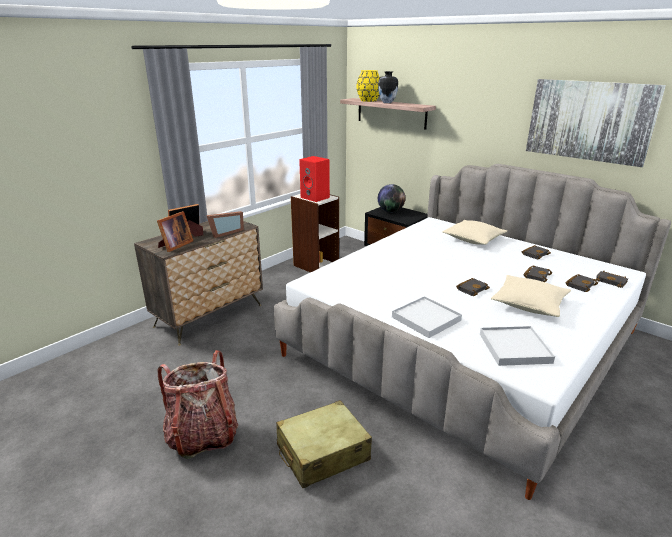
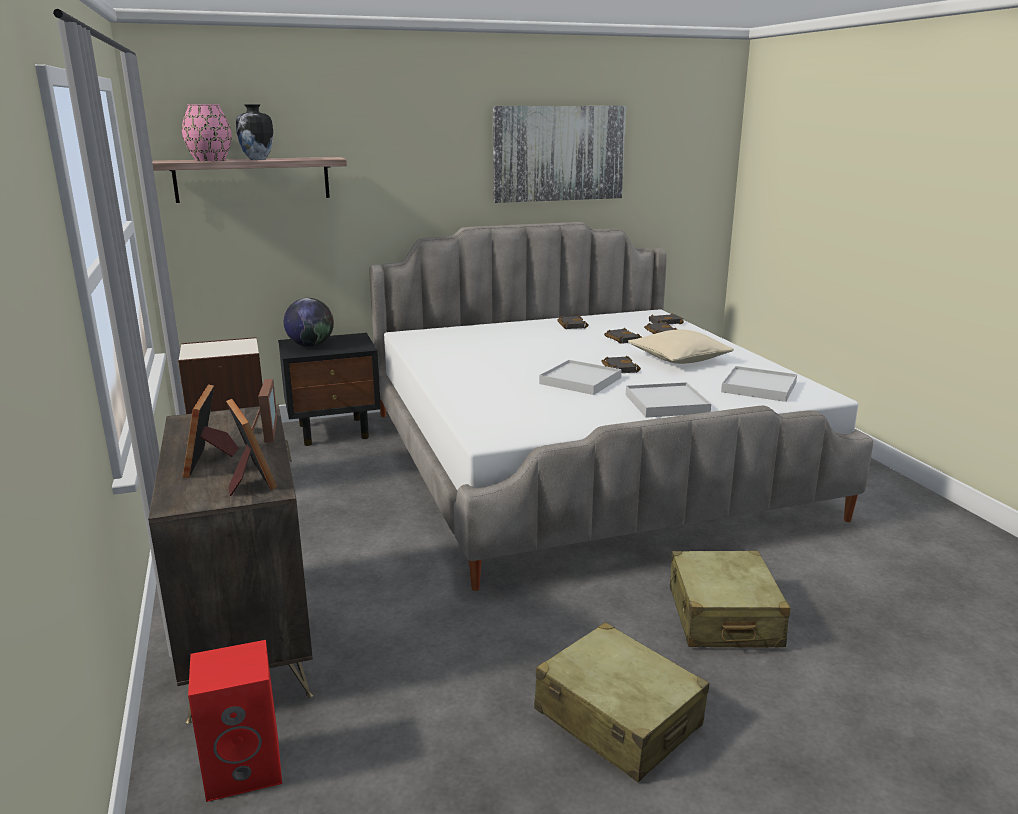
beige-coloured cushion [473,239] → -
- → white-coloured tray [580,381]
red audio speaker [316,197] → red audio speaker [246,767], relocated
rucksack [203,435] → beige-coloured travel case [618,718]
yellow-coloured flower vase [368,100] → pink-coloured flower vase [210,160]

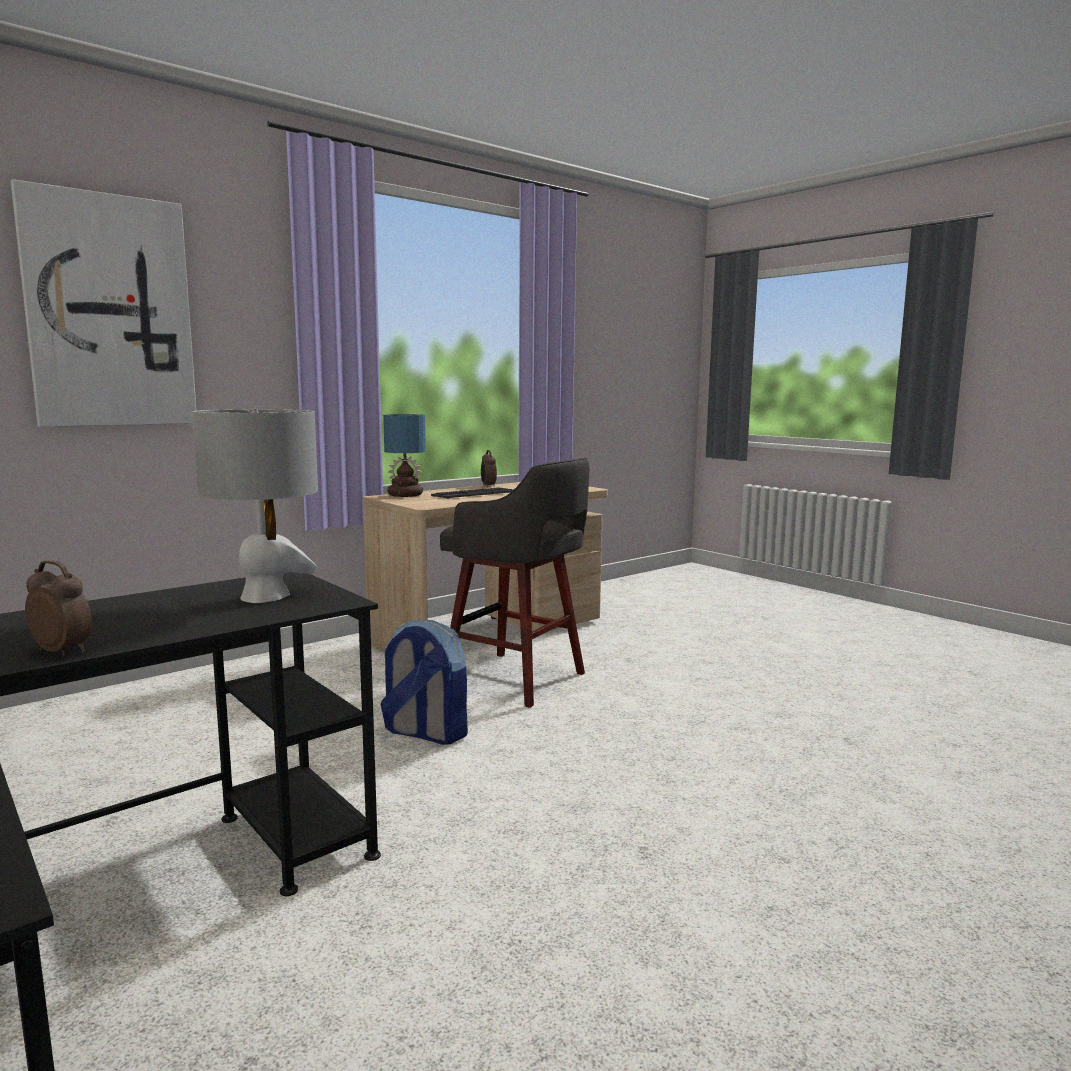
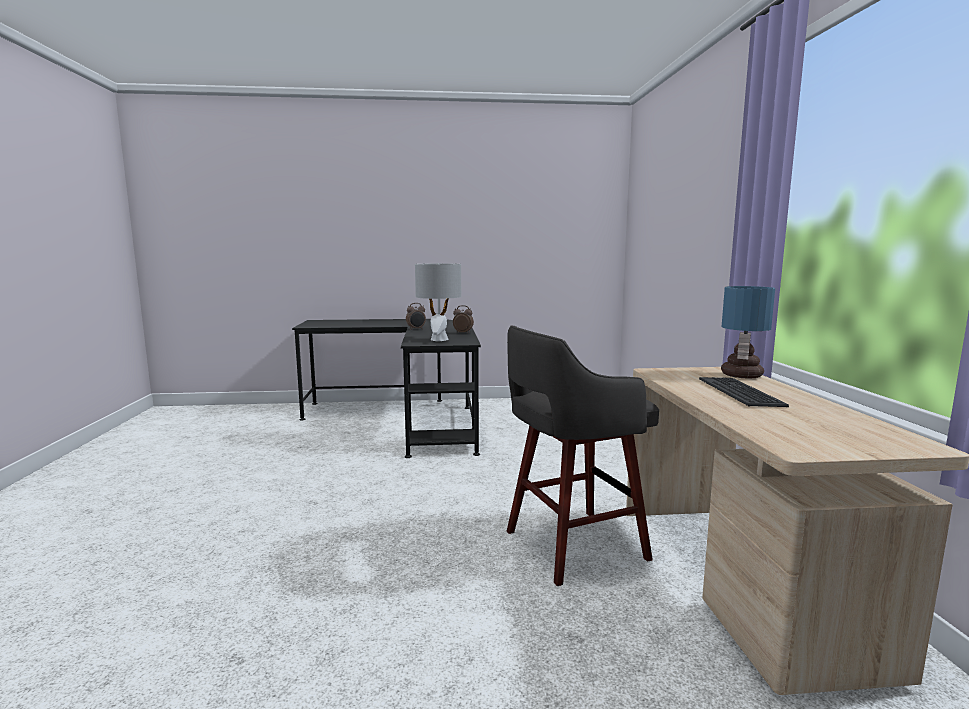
wall art [110,312] → -
rucksack [425,733] → -
alarm clock [488,486] → alarm clock [463,333], relocated

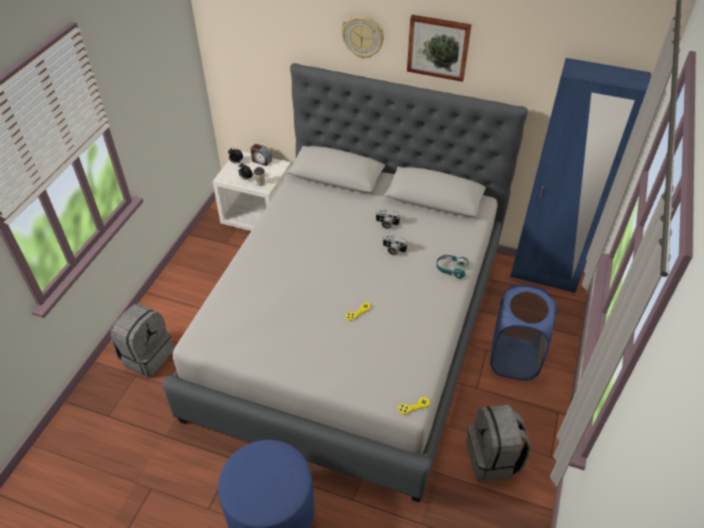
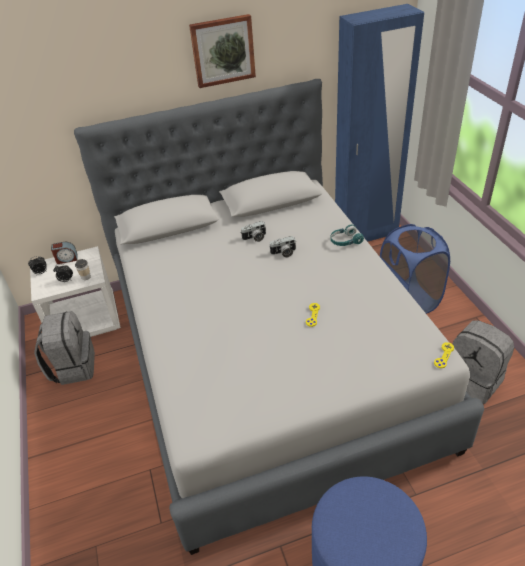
hanging clock [363,36] → -
greyish rucksack [147,355] → greyish rucksack [73,367], relocated

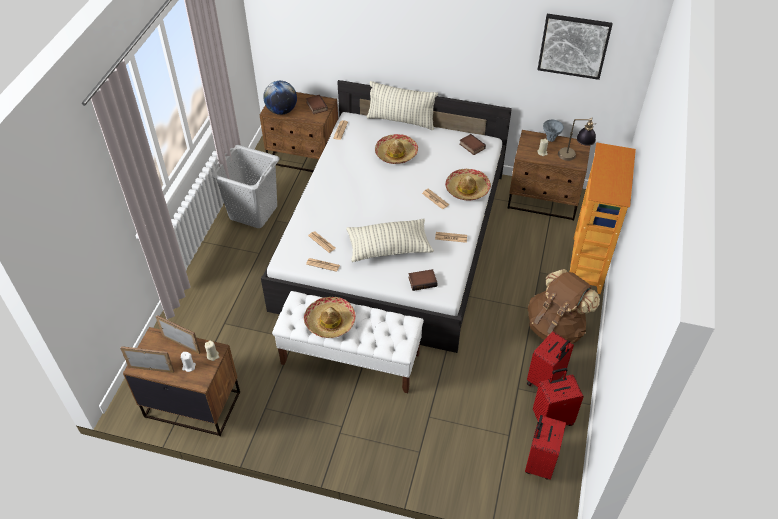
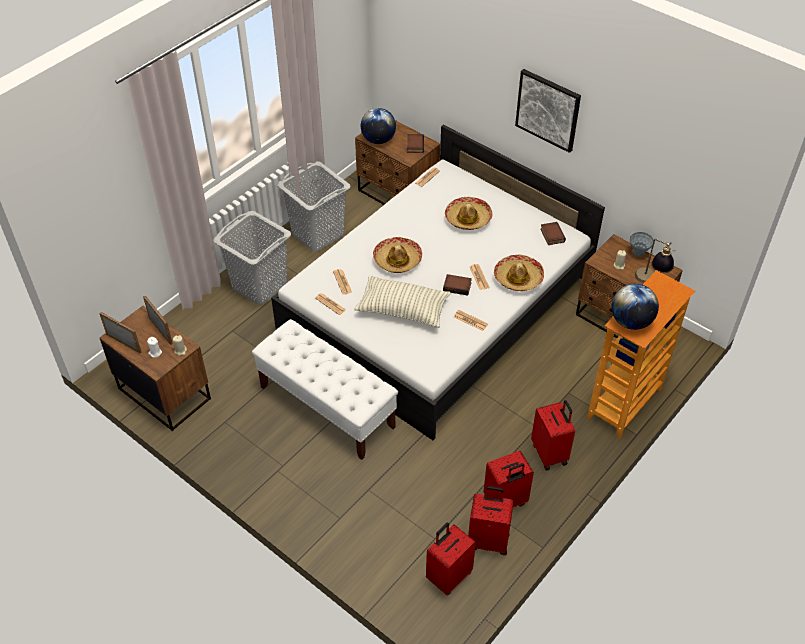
cushion [401,121] → -
- → greyish laundry basket [259,285]
- → world globe [631,321]
clothing hat [330,322] → clothing hat [397,260], relocated
bound book [422,281] → bound book [457,286], relocated
wall art [573,46] → wall art [548,110], relocated
brownish rucksack [556,327] → red travel case [550,453]

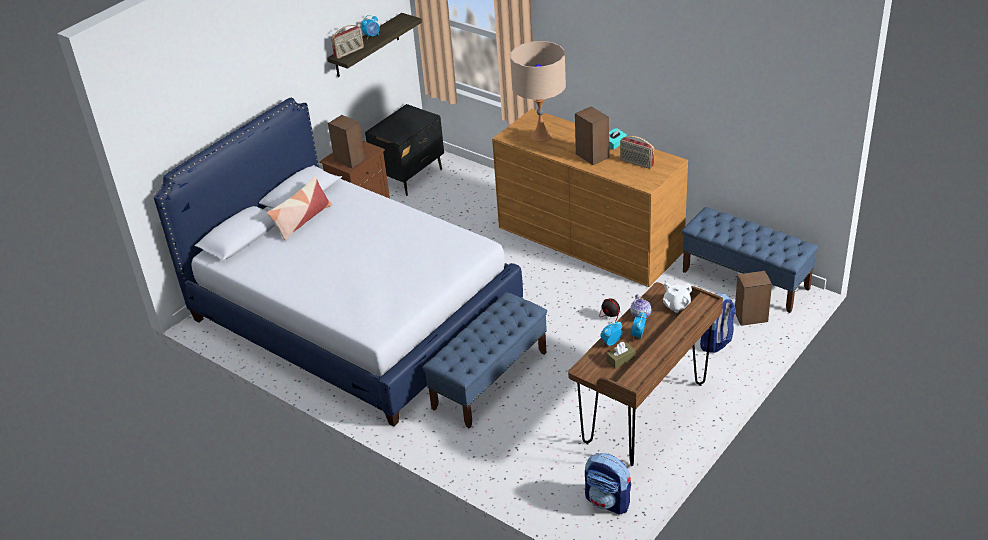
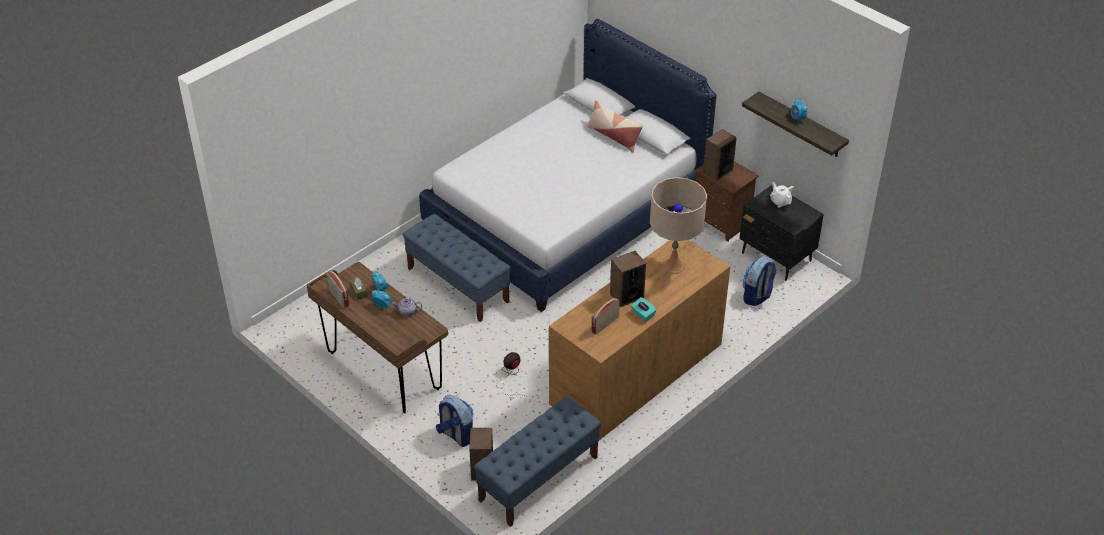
radio set [349,52] → radio set [338,297], relocated
rucksack [608,501] → rucksack [757,296], relocated
white-coloured pot for tea [676,305] → white-coloured pot for tea [780,202], relocated

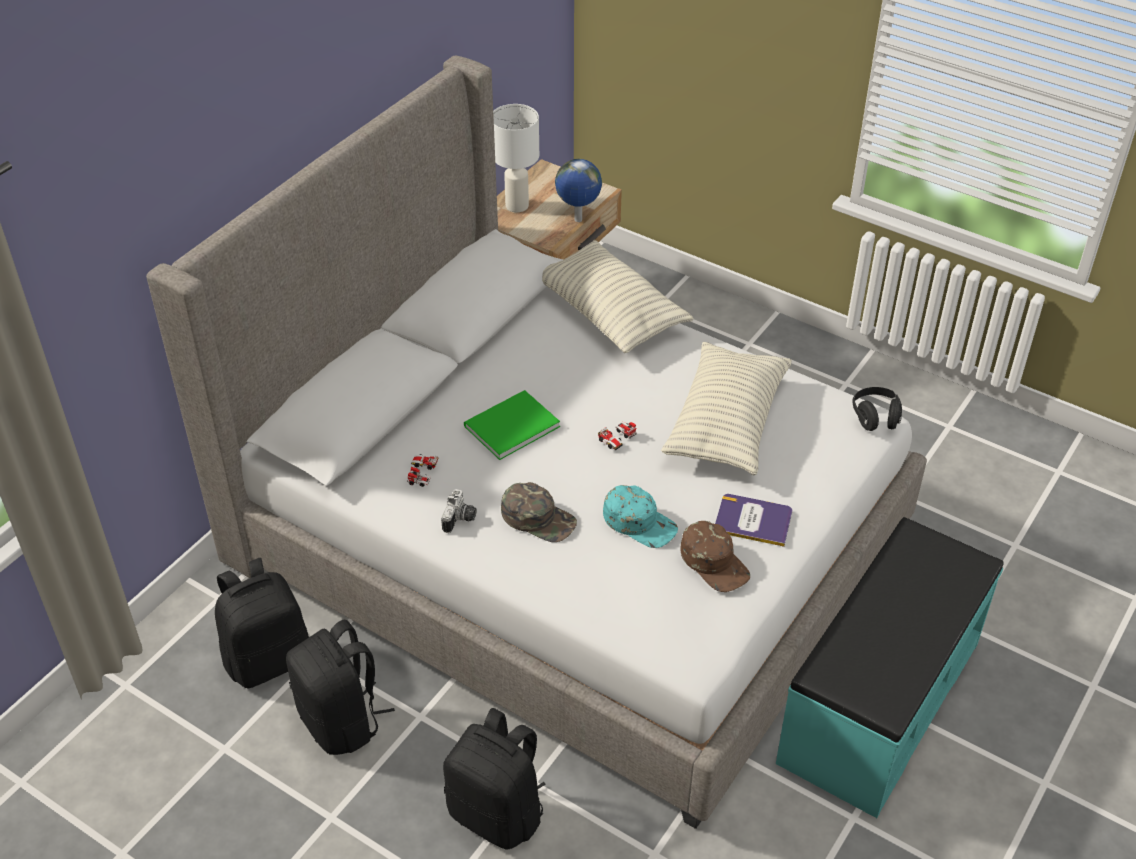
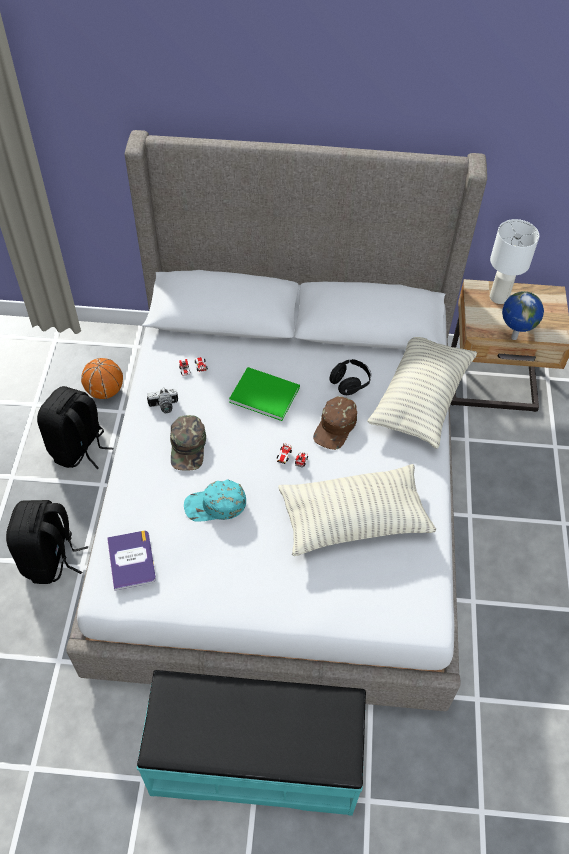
brownish cap [714,562] → brownish cap [335,427], relocated
bound book [753,520] → bound book [131,560], relocated
black pair of headphones [875,418] → black pair of headphones [350,383], relocated
black rucksack [268,658] → basketball ball [105,391]
turquoise-coloured cap [640,522] → turquoise-coloured cap [215,505], 75 degrees clockwise

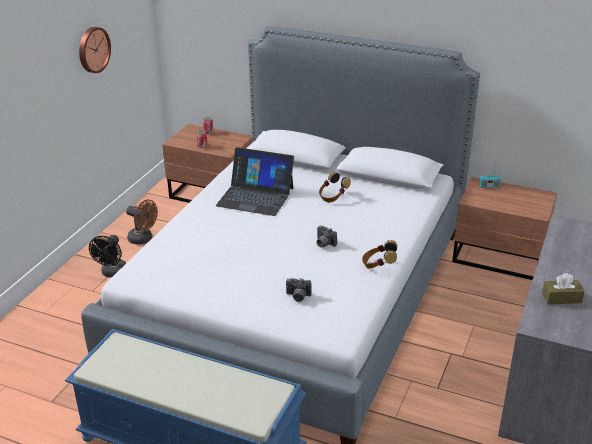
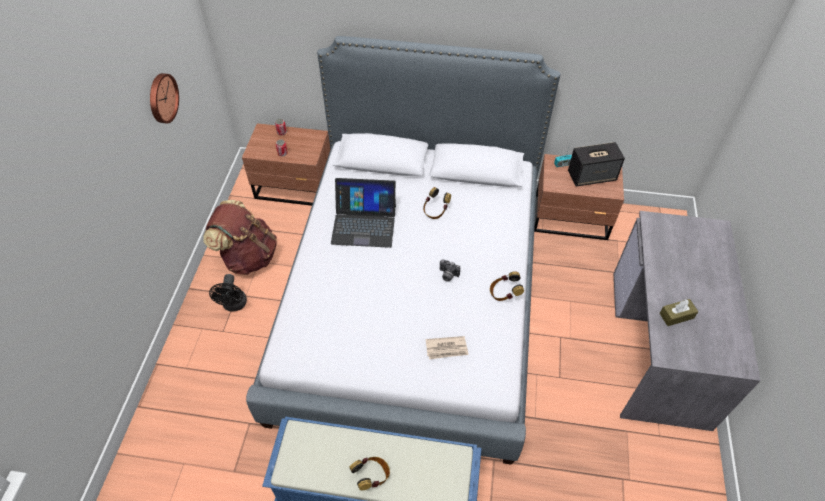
- → pair of headphones [372,476]
- → audio speaker [592,176]
brownish fan [143,239] → brownish rucksack [248,256]
still camera [298,297] → newspaper [447,349]

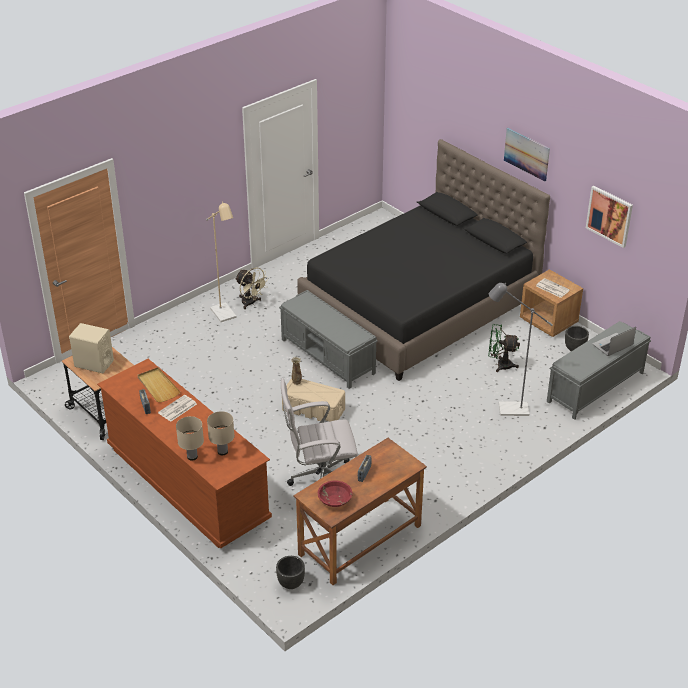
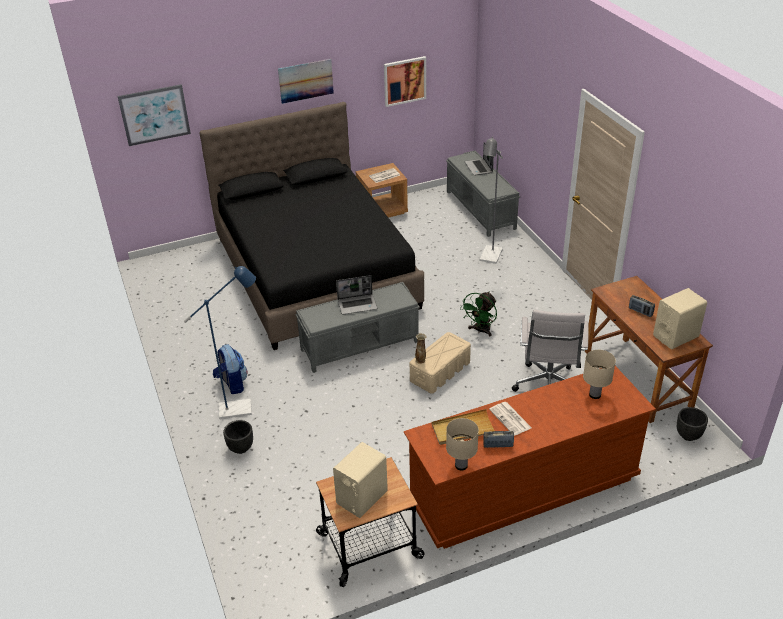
- → wall art [154,115]
- → notebook computer [357,304]
beige-coloured lamp for a table [192,457] → beige-coloured lamp for a table [461,465], relocated
greenish fan [500,365] → greenish fan [480,331], relocated
black planter [574,349] → black planter [240,448], relocated
beige-coloured fan [251,303] → rucksack [232,384]
red bowl [335,500] → beige-coloured audio speaker [676,336]
beige-coloured standard lamp [225,316] → blue-coloured standard lamp [242,408]

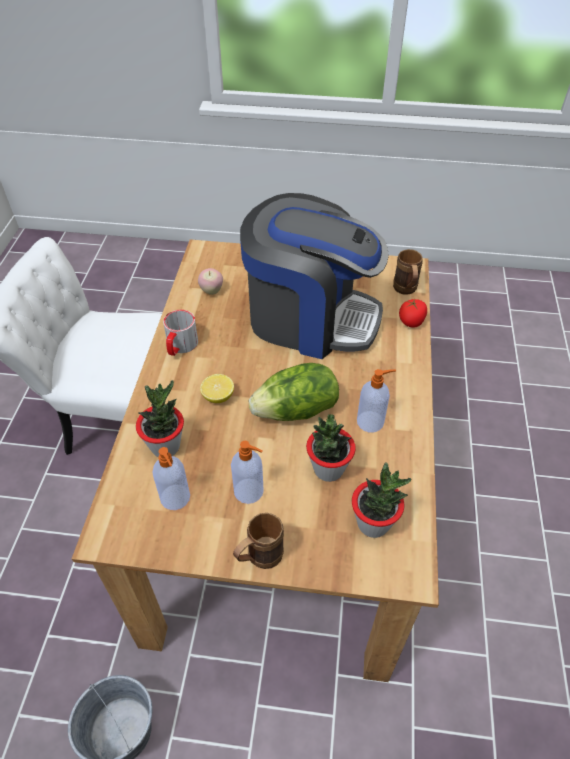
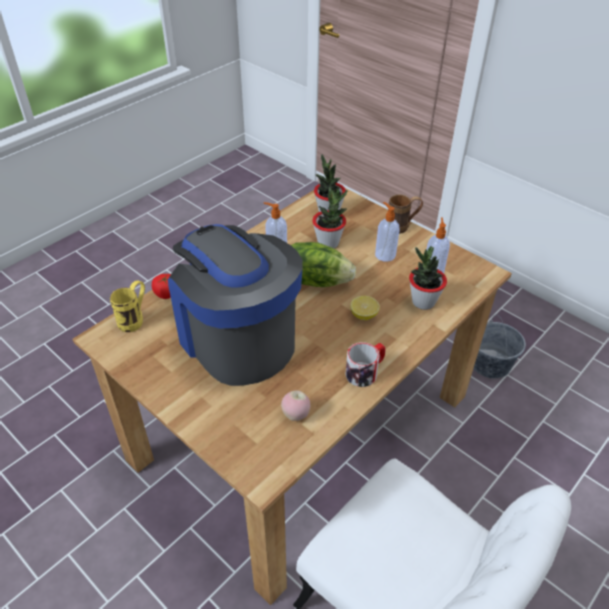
brownish mug [405,291] → yellow-coloured mug [135,319]

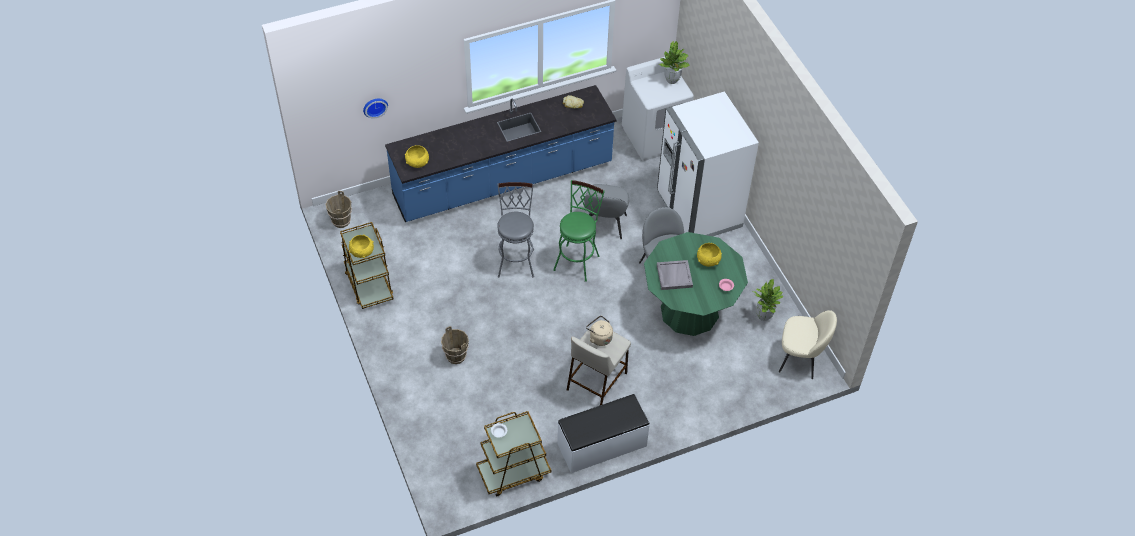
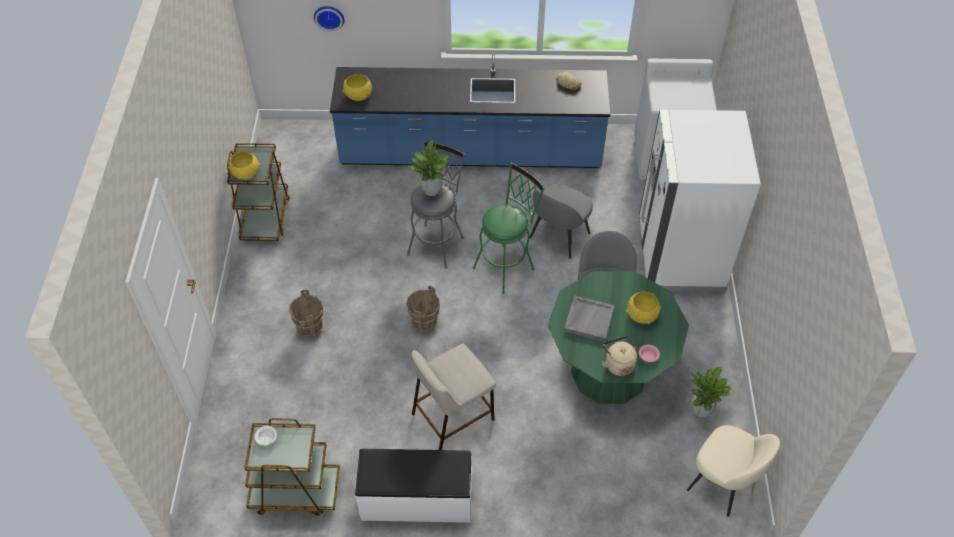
brownish water bucket [341,221] → brownish water bucket [424,323], relocated
beige-coloured water kettle [599,337] → beige-coloured water kettle [618,363], relocated
houseplant [672,80] → houseplant [431,191], relocated

